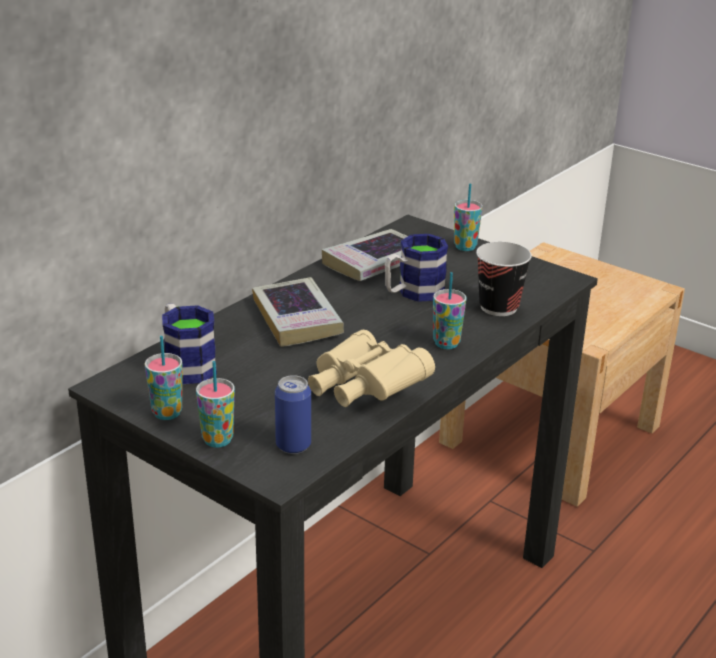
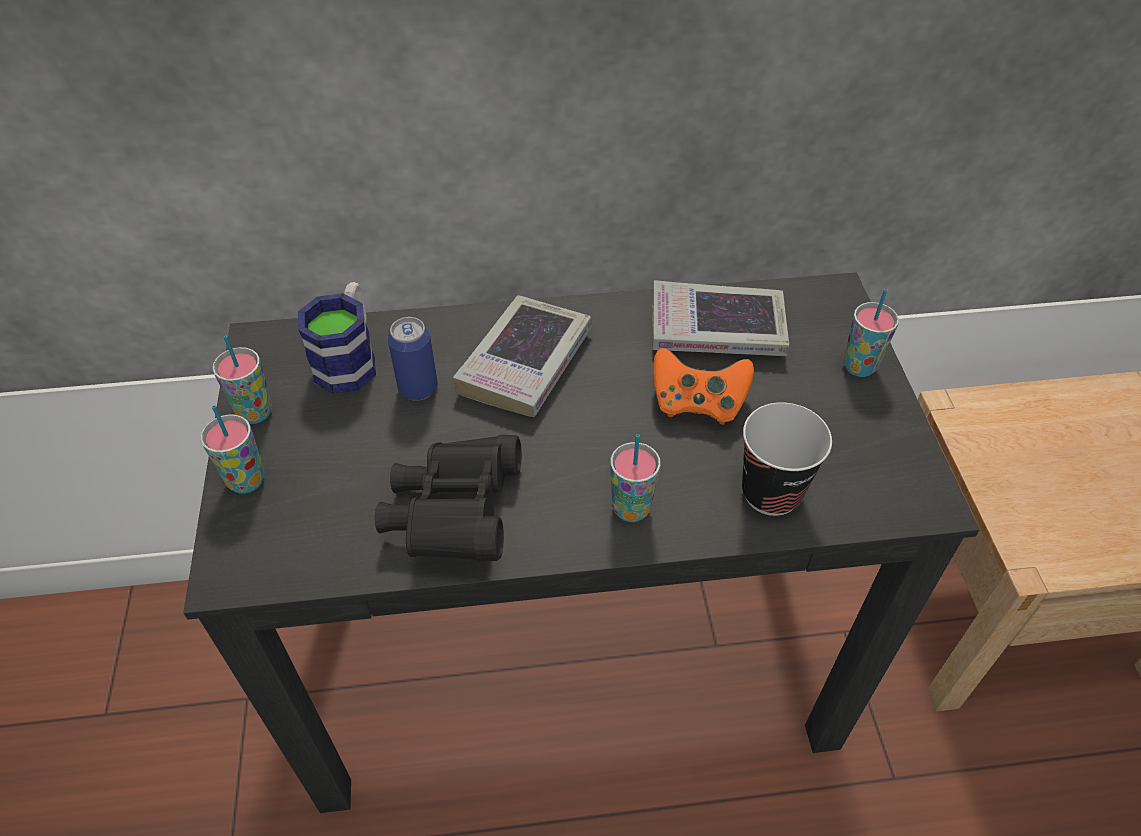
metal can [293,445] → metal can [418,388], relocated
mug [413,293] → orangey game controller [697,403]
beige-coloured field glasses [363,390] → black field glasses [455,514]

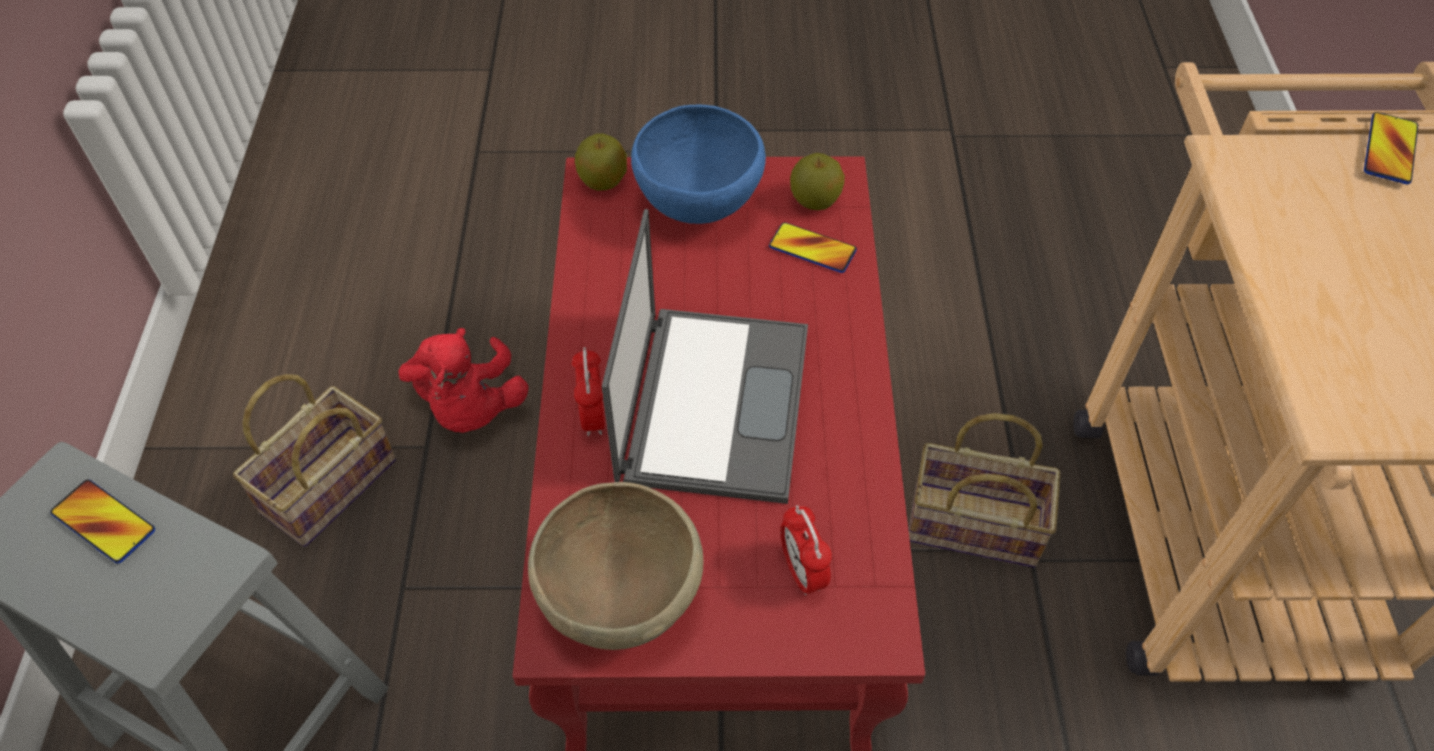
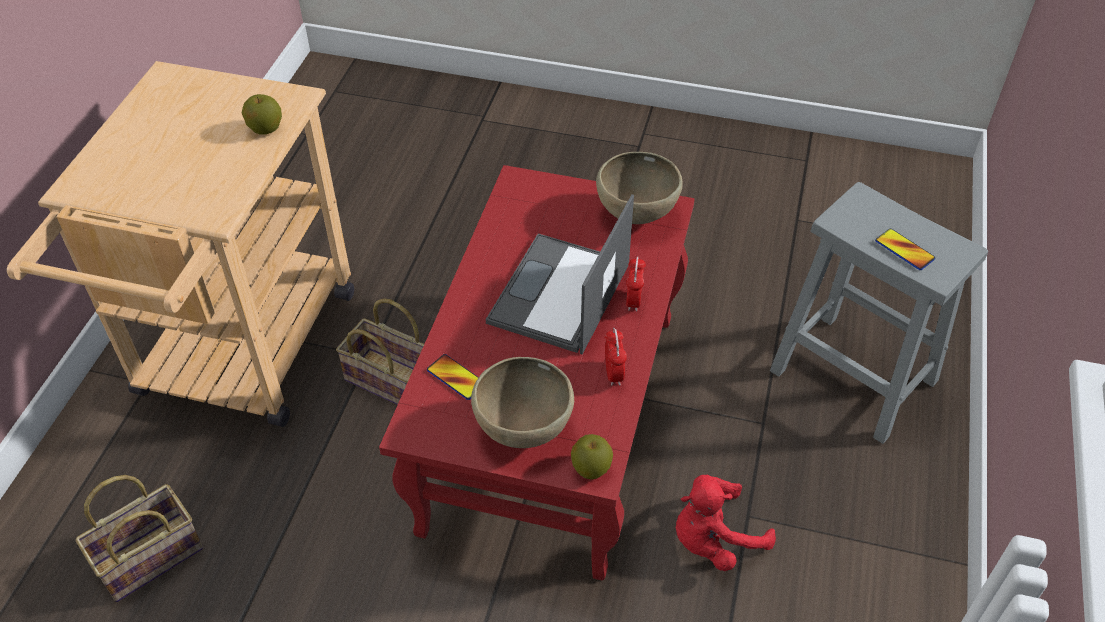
handset [1389,149] → -
household basket [328,490] → household basket [151,555], relocated
alarm clock [802,572] → alarm clock [613,374], relocated
whole apple [815,200] → whole apple [265,129], relocated
blue-coloured bowl [698,205] → brownish bowl [523,430]
red plush toy [470,407] → red plush toy [713,539], 120 degrees counterclockwise

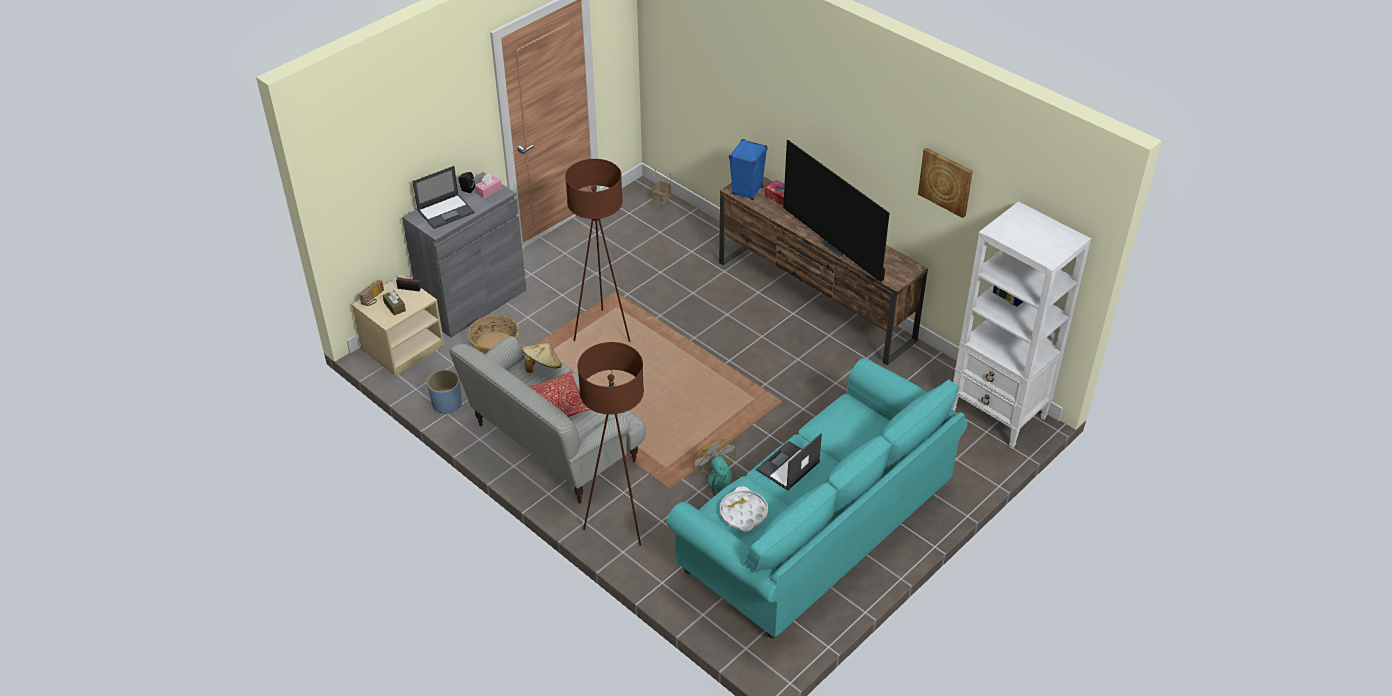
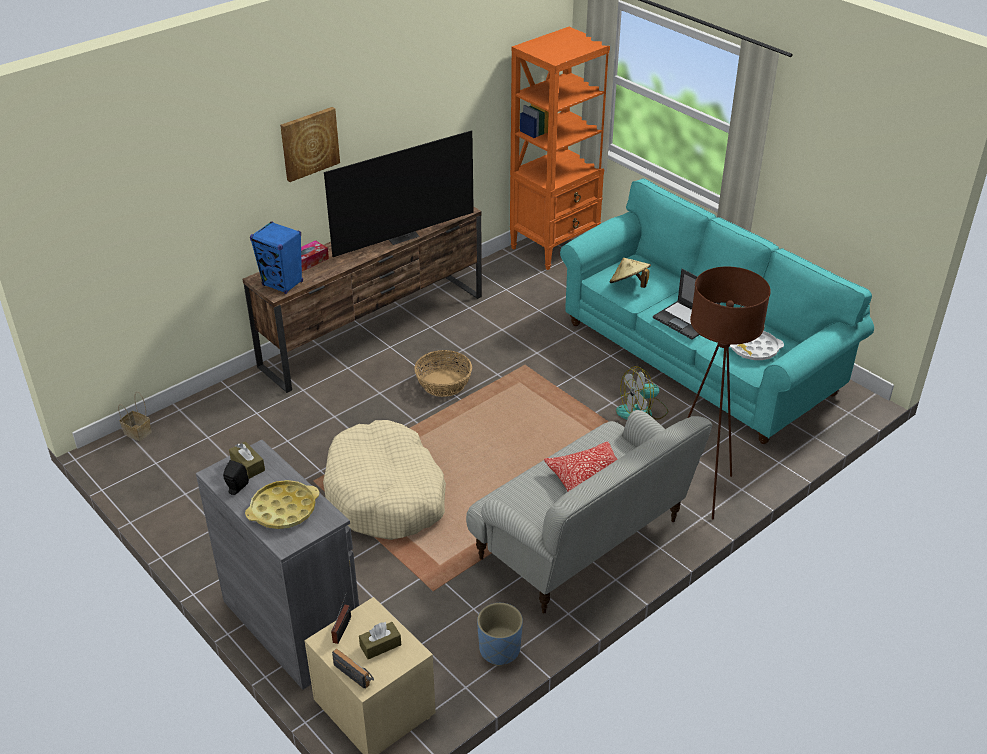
household basket [495,345] → household basket [444,383], relocated
beige-coloured clothing hat [542,367] → beige-coloured clothing hat [629,285], relocated
wall art [946,181] → wall art [309,143], relocated
notebook computer [446,211] → yellow-coloured tray [283,509]
brownish standard lamp [602,331] → beige-coloured dog cushion [386,494]
pink-coloured tissue holder [489,191] → brownish tissue holder [248,465]
white-coloured bookshelf [998,415] → orangey bookshelf [555,246]

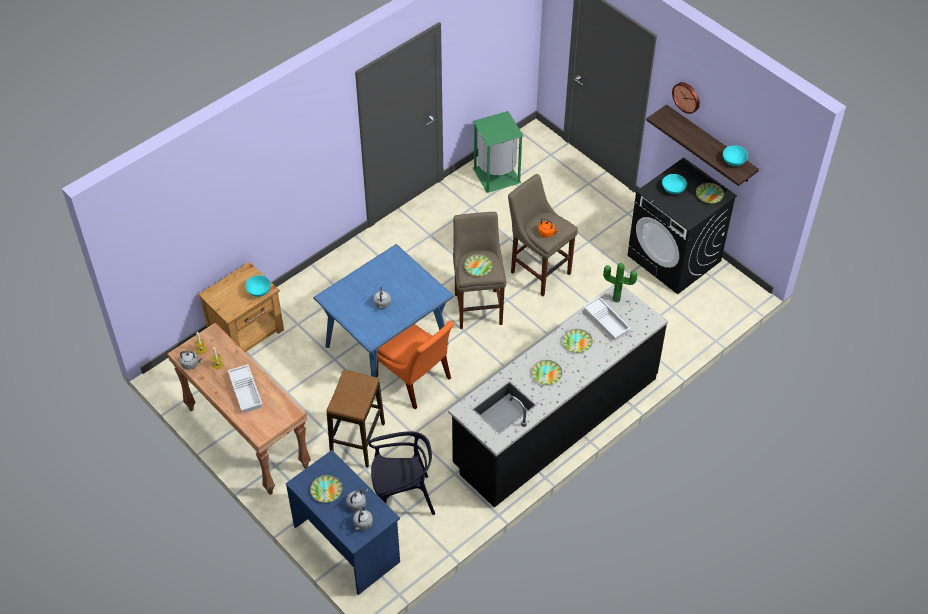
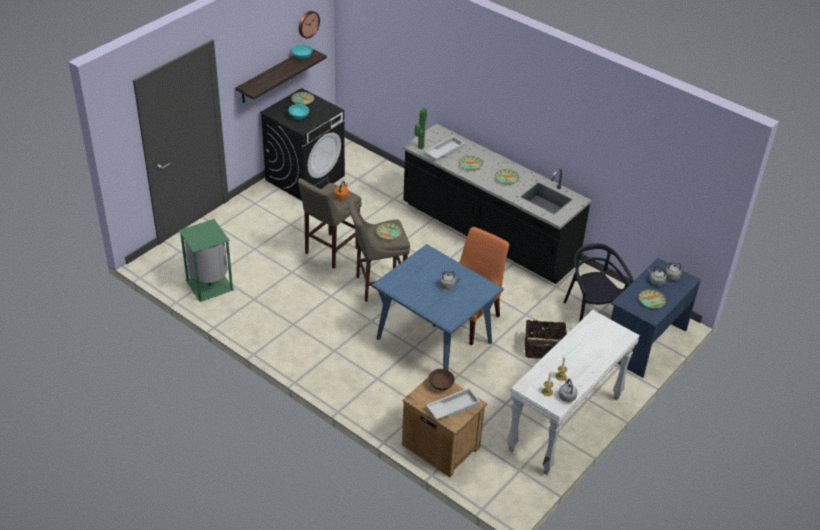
white-coloured tray [246,391] → white-coloured tray [452,407], relocated
hanging clock [687,97] → hanging clock [308,24], relocated
stool seat [358,441] → household basket [544,348]
brownish console table [246,438] → white-coloured console table [565,424]
turquoise-coloured bowl [259,291] → brownish bowl [441,385]

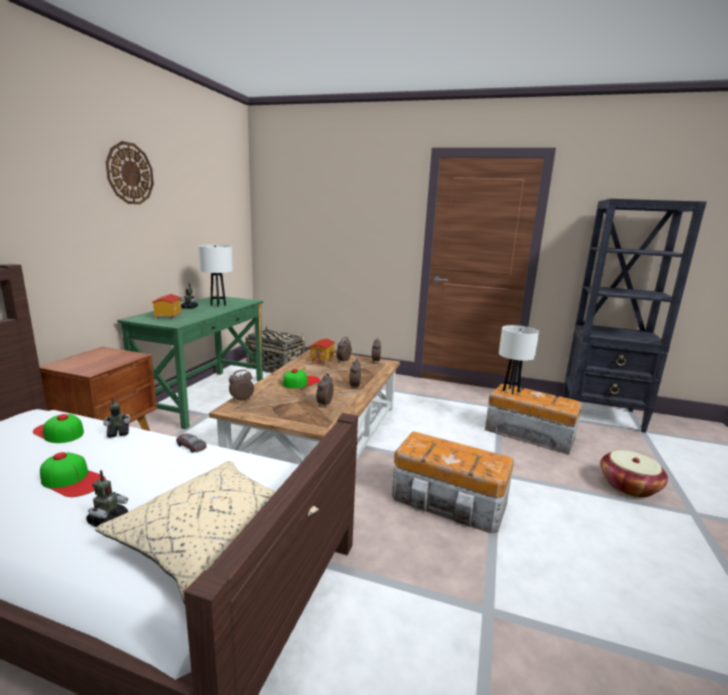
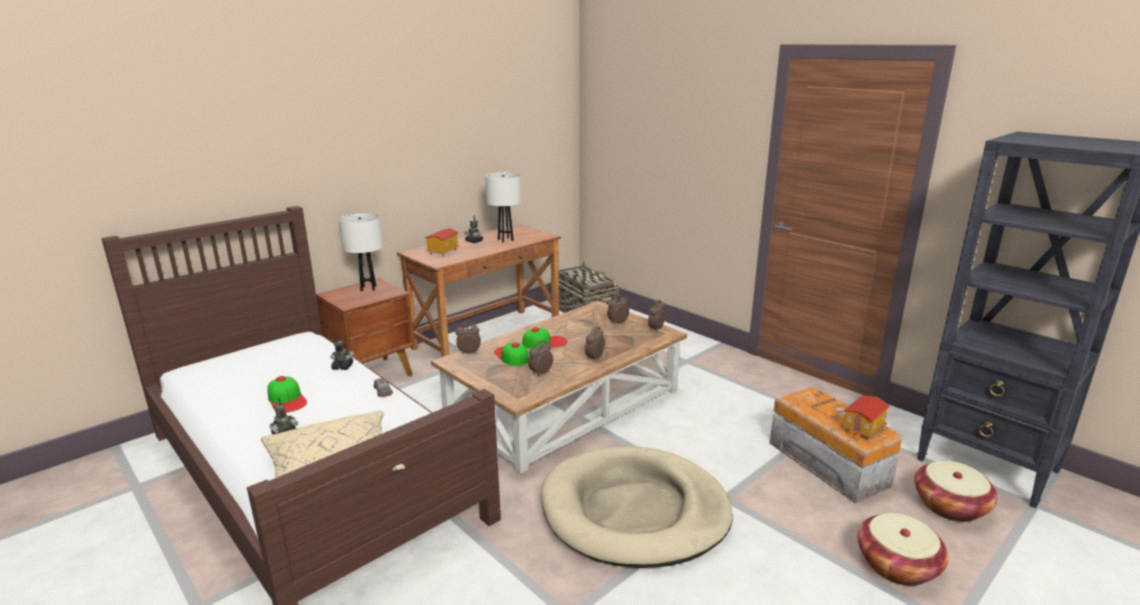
hanging clock [130,173] → -
- → household basket [950,506]
cap [59,432] → cap [511,355], relocated
miniature house [322,359] → miniature house [863,429], relocated
white-coloured lamp for a table [510,391] → white-coloured lamp for a table [368,288], relocated
storage container [449,502] → beige-coloured dog cushion [634,511]
greenish desk table [204,397] → brownish desk table [487,337]

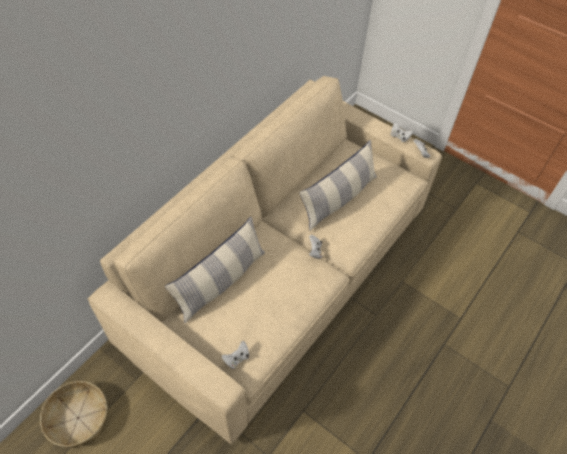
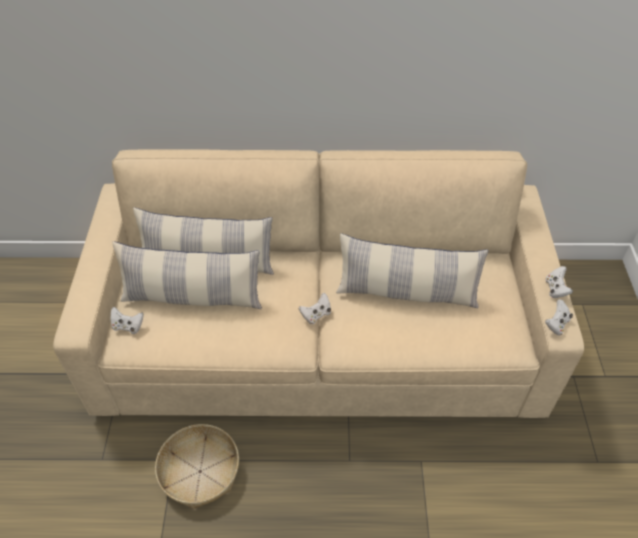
- → cushion [192,297]
household basket [78,417] → household basket [200,471], relocated

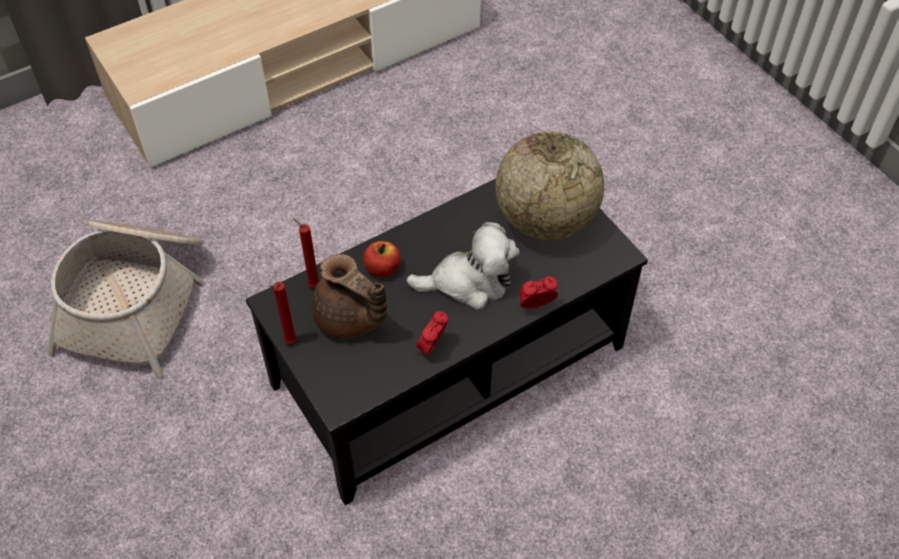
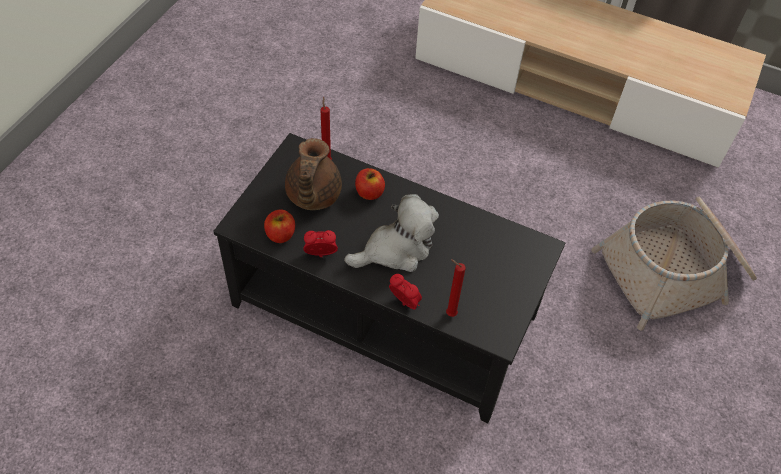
world globe [545,220] → -
- → whole apple [280,234]
household basket [137,301] → household basket [674,272], relocated
red wax candle [289,342] → red wax candle [449,313], relocated
plush toy [469,282] → plush toy [396,250], 75 degrees counterclockwise

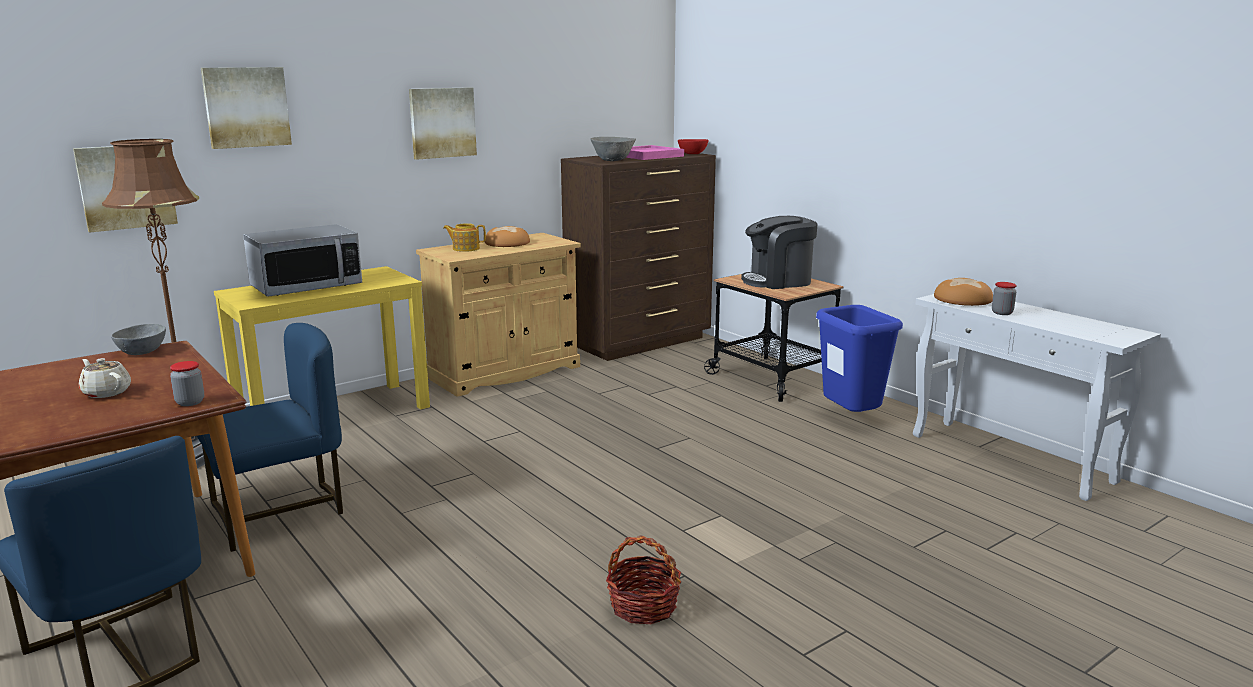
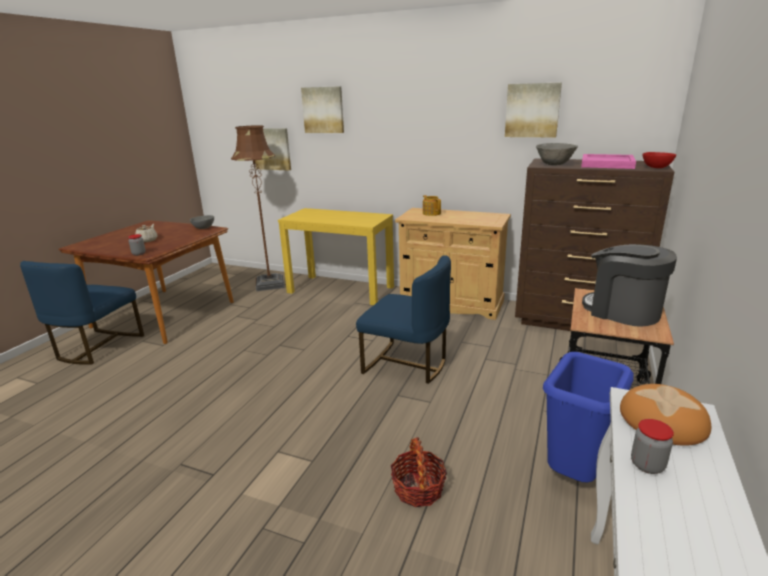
kitchen microwave [306,287] → -
bakery bread [507,243] → -
blue-coloured plain chair [279,512] → blue-coloured plain chair [406,364], relocated
wall art [442,122] → wall art [532,110], relocated
household basket [643,606] → household basket [418,489], relocated

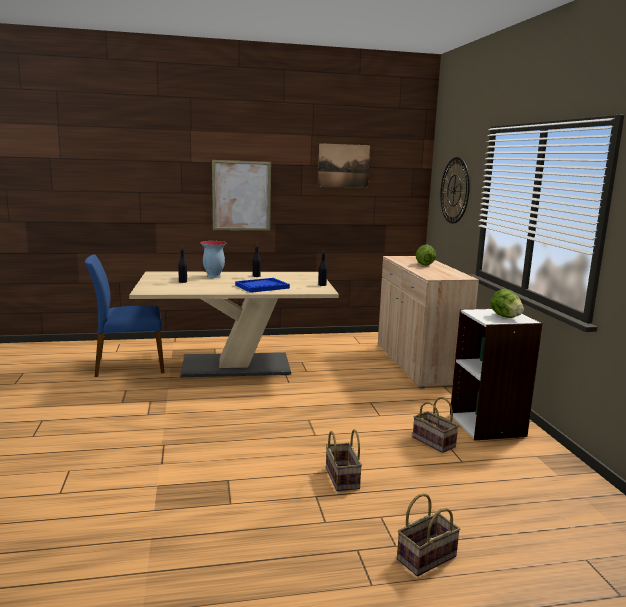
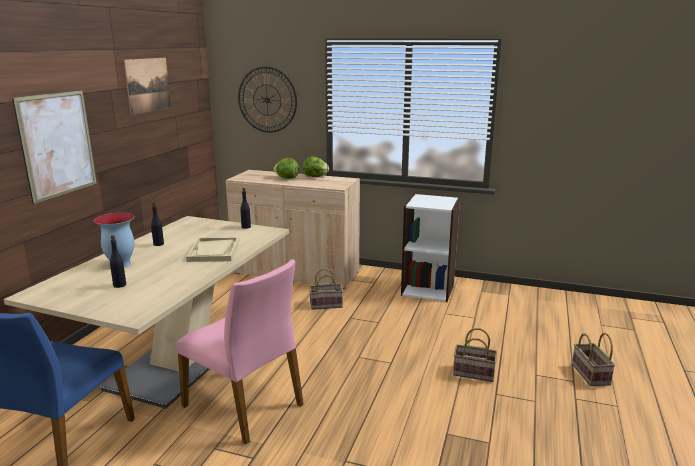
- → pink-coloured plain chair [245,405]
household basket [435,442] → household basket [327,304], relocated
head of lettuce [505,317] → head of lettuce [315,177], relocated
blue-coloured tray [262,287] → beige-coloured tray [214,251]

